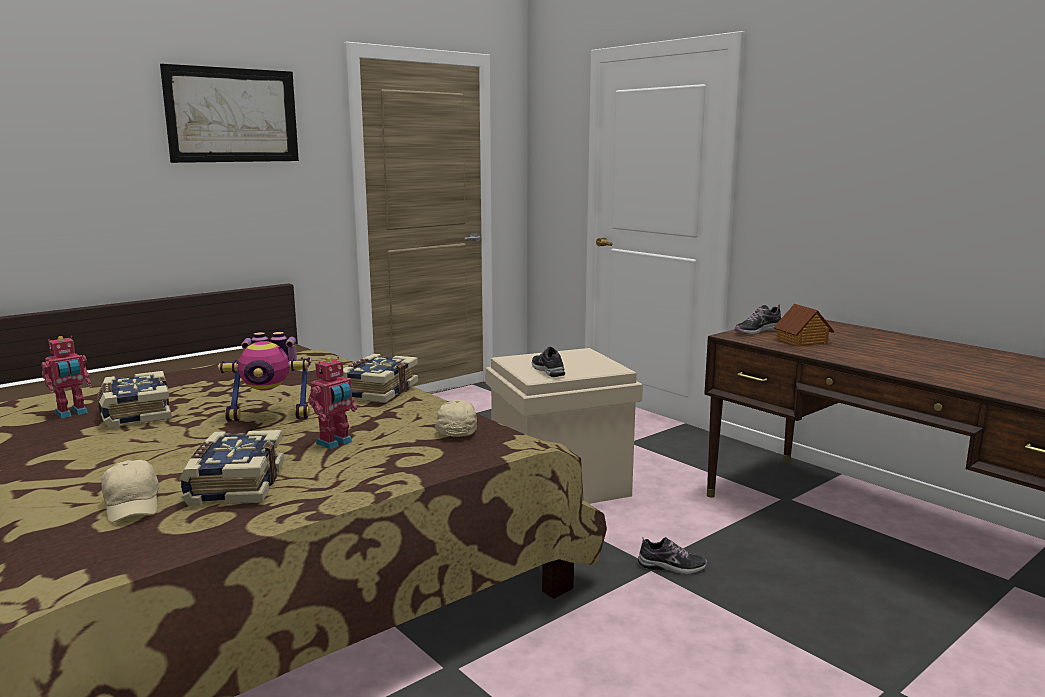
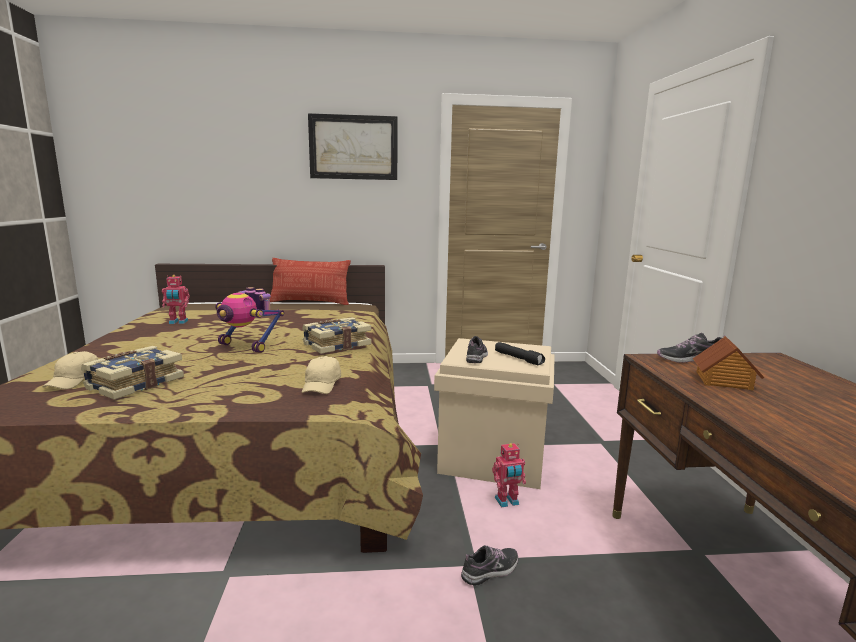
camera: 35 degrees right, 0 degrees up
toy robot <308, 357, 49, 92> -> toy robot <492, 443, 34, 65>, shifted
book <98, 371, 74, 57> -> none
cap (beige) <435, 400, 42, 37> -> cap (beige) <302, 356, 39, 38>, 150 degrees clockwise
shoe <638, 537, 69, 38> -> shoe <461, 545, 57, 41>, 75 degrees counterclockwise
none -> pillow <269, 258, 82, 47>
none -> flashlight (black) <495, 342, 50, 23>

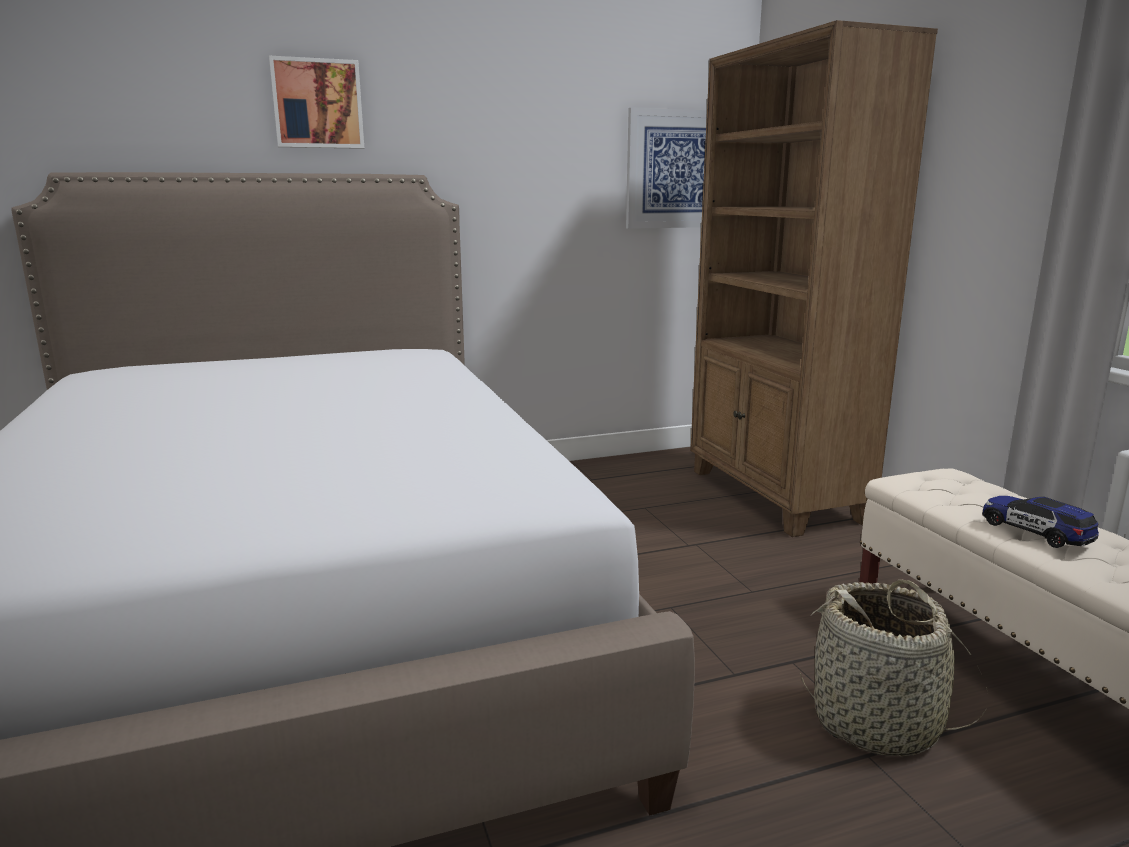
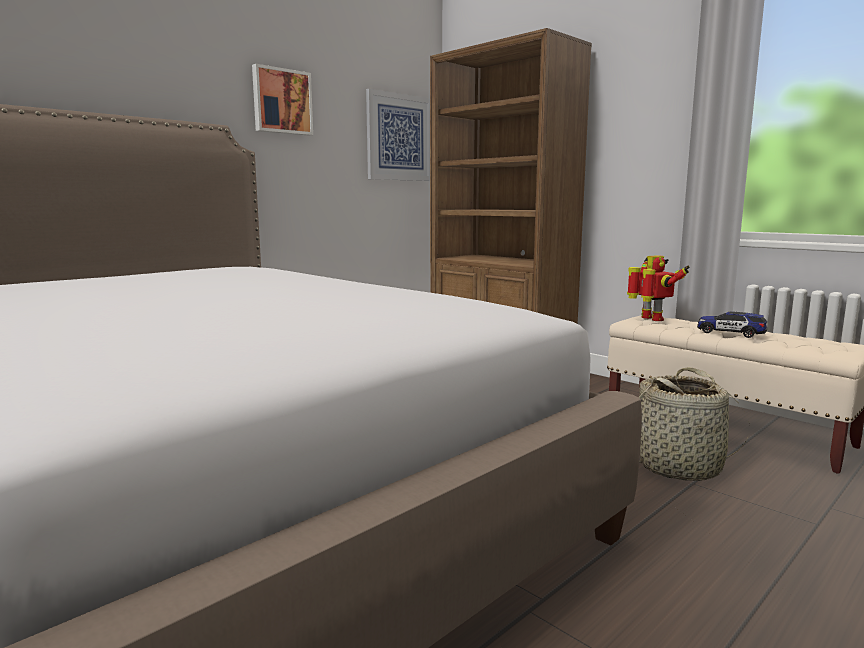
camera: 25 degrees left, 5 degrees down
picture <269, 56, 95, 93> -> picture <252, 64, 61, 72>, shifted
none -> toy robot <627, 255, 63, 66>

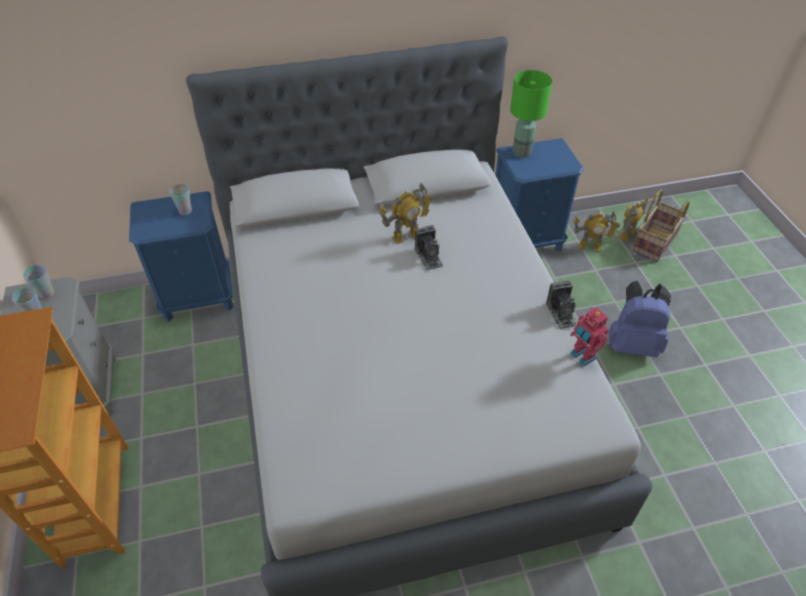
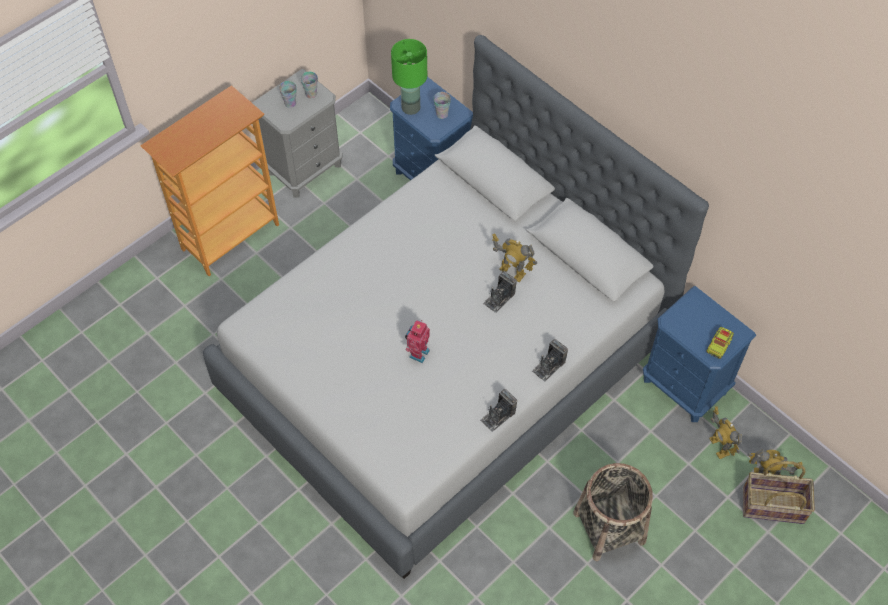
camera: 60 degrees right, 10 degrees up
table lamp (green) <510, 70, 42, 88> -> table lamp (green) <391, 39, 36, 76>, shifted
backpack (blue) <609, 281, 62, 76> -> basket <573, 463, 80, 98>
toy robot <570, 307, 39, 59> -> toy robot <405, 320, 25, 43>, shifted
none -> toy truck <707, 327, 27, 32>
none -> photo camera <532, 339, 36, 43>

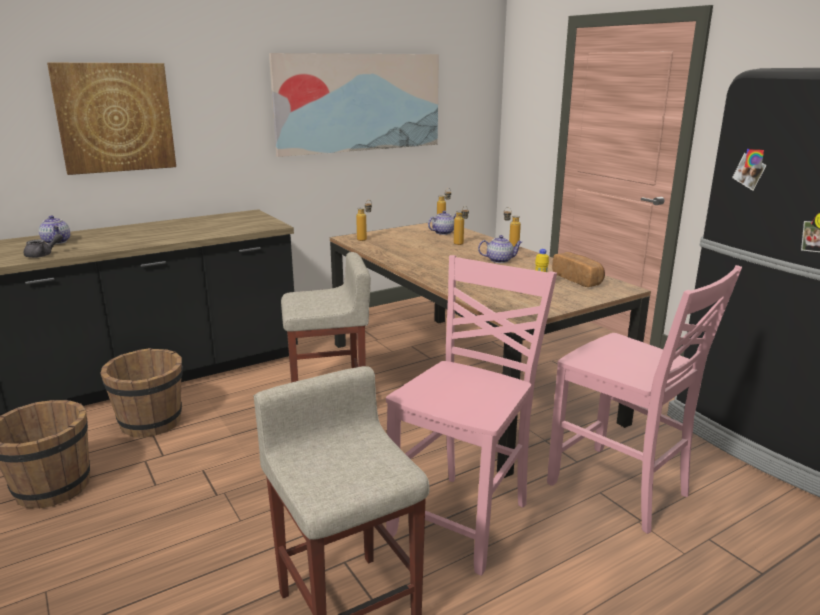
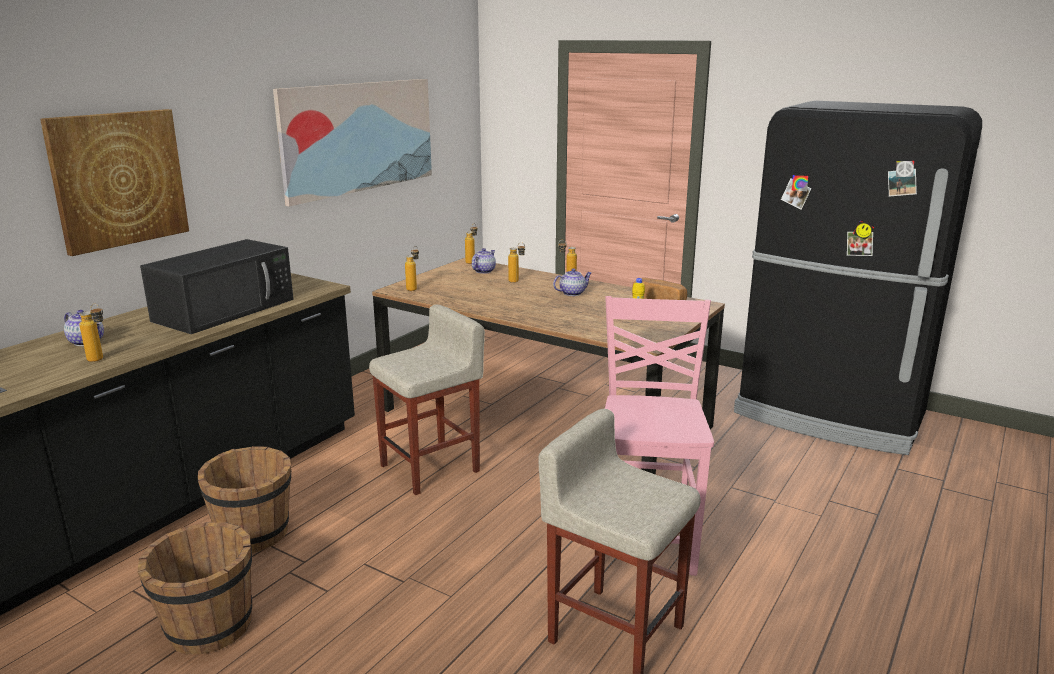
camera: 25 degrees left, 0 degrees up
teapot (grey) <24, 233, 39, 25> -> bottle <79, 304, 24, 58>
chair (pink) <547, 265, 195, 269> -> none
none -> microwave (black) <140, 239, 154, 95>

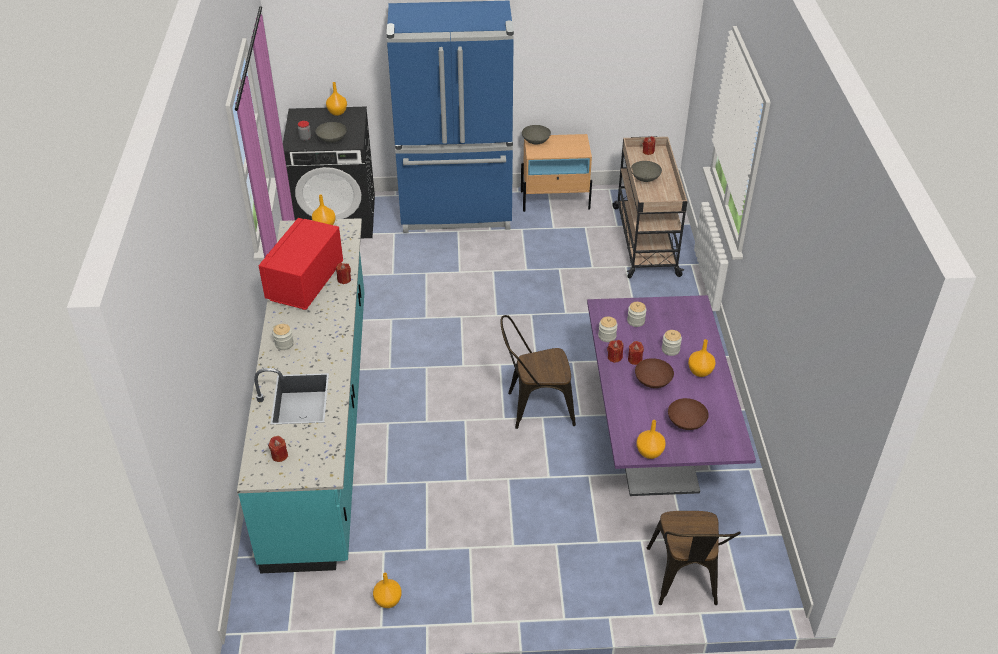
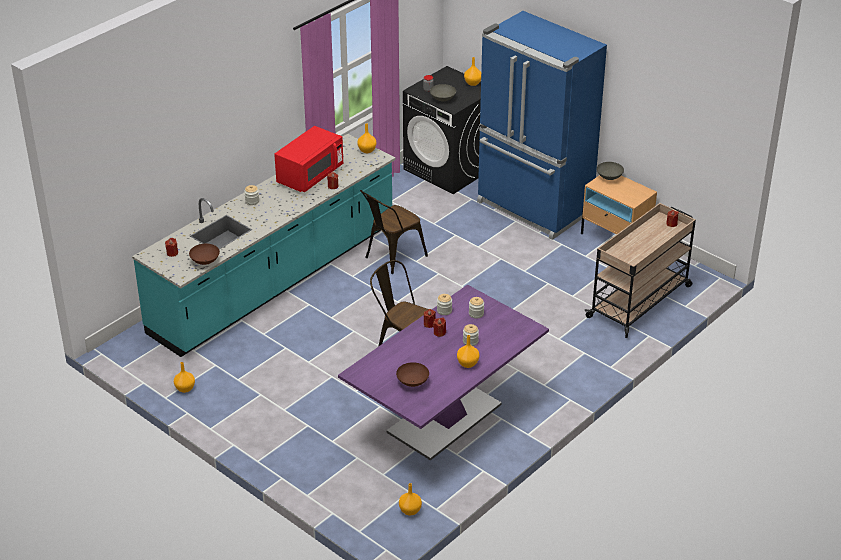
camera: 45 degrees right, 5 degrees down
bowl (grey) <631, 161, 31, 21> -> none
microwave (red) <259, 218, 84, 92> -> microwave (red) <274, 126, 69, 66>, 150 degrees clockwise
bowl (brown) <635, 358, 39, 30> -> bowl (brown) <189, 244, 31, 21>, shifted
vase (orange) <636, 420, 30, 39> -> vase (orange) <399, 483, 23, 32>, shifted
chair (brown) <647, 511, 94, 94> -> chair (brown) <360, 190, 68, 84>, shifted

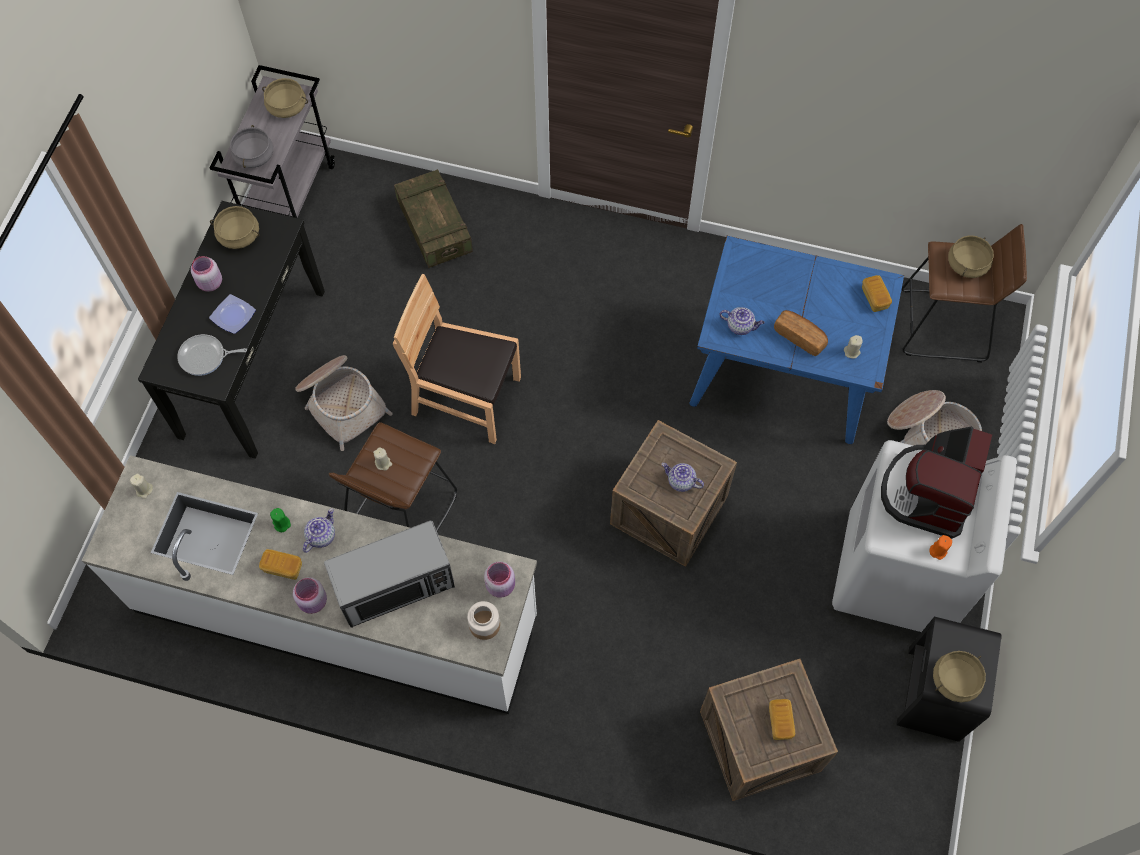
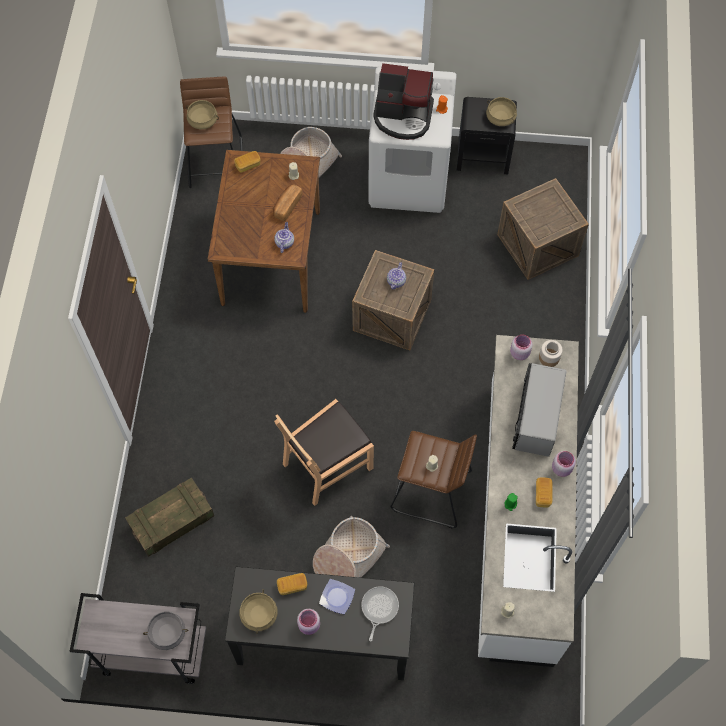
camera: 100 degrees left, 0 degrees up
cooking pot (beige) <262, 78, 46, 40> -> none
dining table (blue) <689, 236, 215, 208> -> dining table (brown) <207, 150, 113, 163>
chair (brown) <393, 274, 128, 170> -> chair (brown) <274, 399, 100, 107>, 45 degrees clockwise
frying pan <177, 334, 70, 42> -> frying pan <361, 587, 38, 54>, 150 degrees counterclockwise
teapot <303, 508, 32, 45> -> none
microwave <324, 520, 131, 108> -> microwave <512, 363, 55, 94>, 135 degrees counterclockwise
bread <769, 699, 26, 41> -> bread <277, 573, 30, 22>, shifted

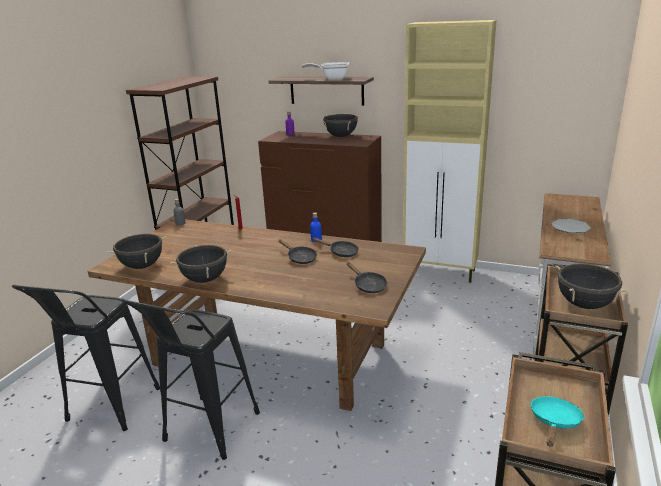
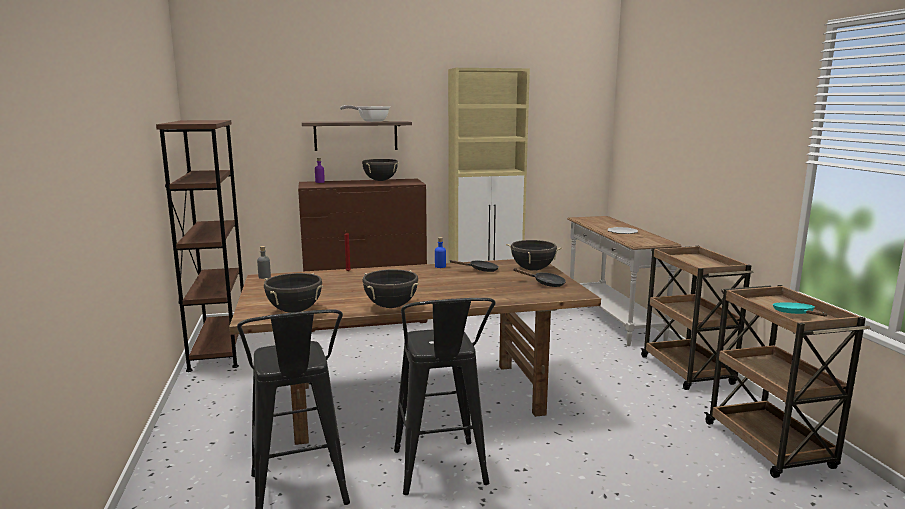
camera: 35 degrees left, 10 degrees down
frying pan (black) <279, 239, 38, 25> -> none
cooking pot (black) <555, 264, 72, 45> -> cooking pot (black) <506, 240, 56, 31>, shifted

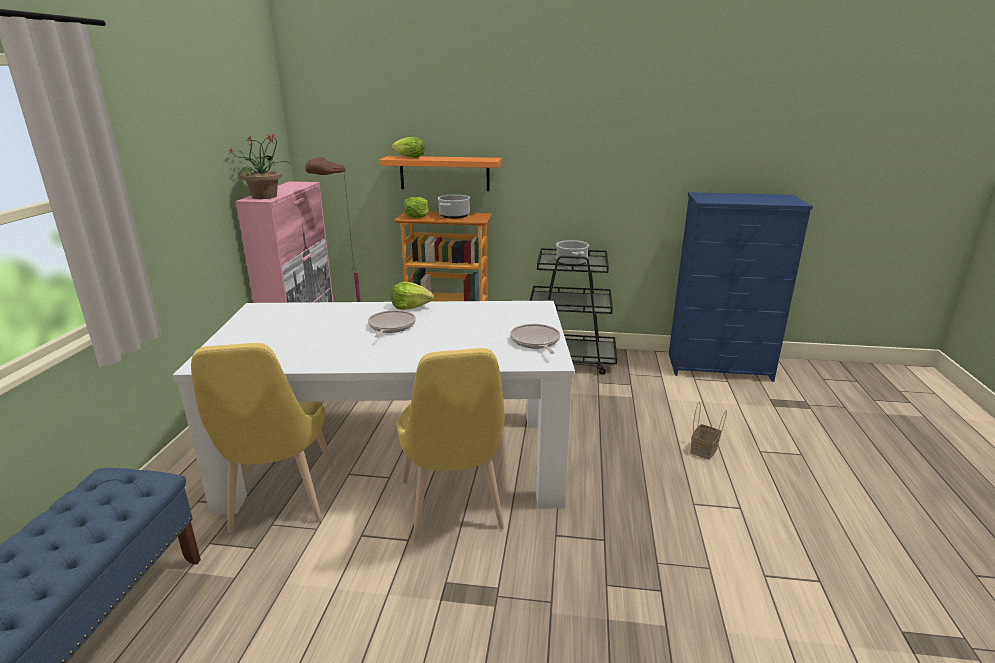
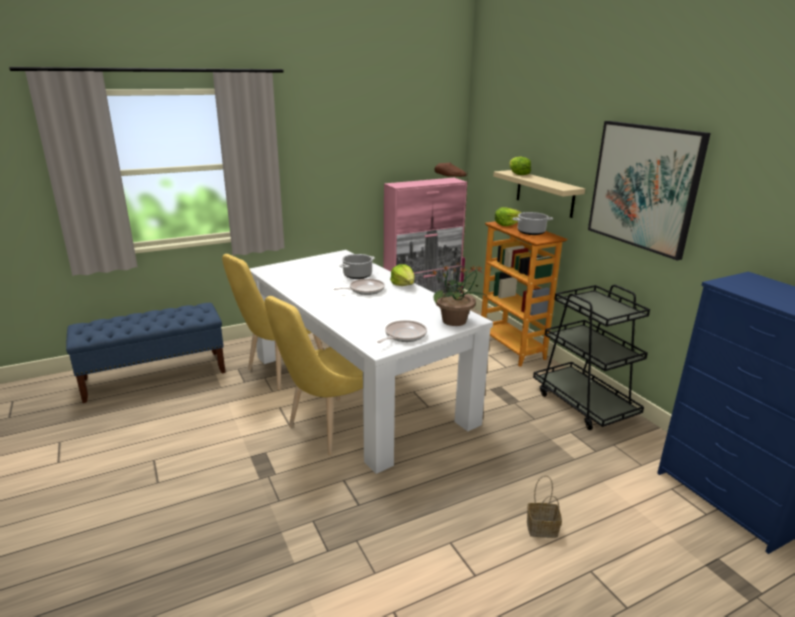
camera: 55 degrees right, 0 degrees up
potted plant <227, 133, 63, 66> -> potted plant <431, 262, 56, 64>, shifted
shelf (orange) <379, 156, 123, 35> -> shelf (beige) <493, 170, 92, 48>
cooking pot <556, 240, 33, 24> -> cooking pot <339, 254, 36, 25>, shifted
none -> picture <588, 121, 123, 139>

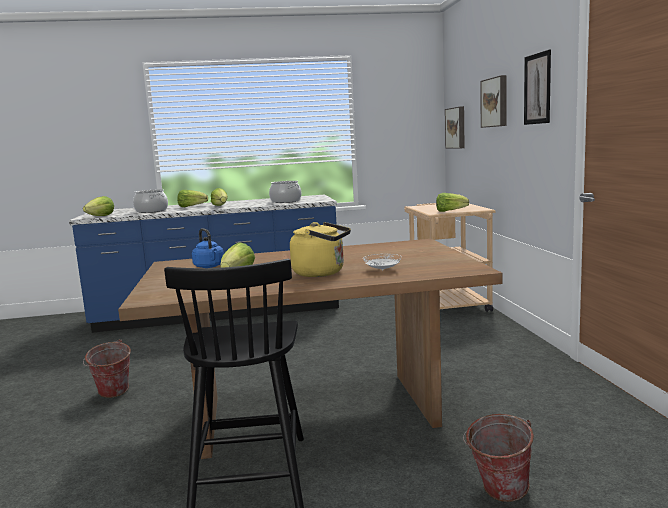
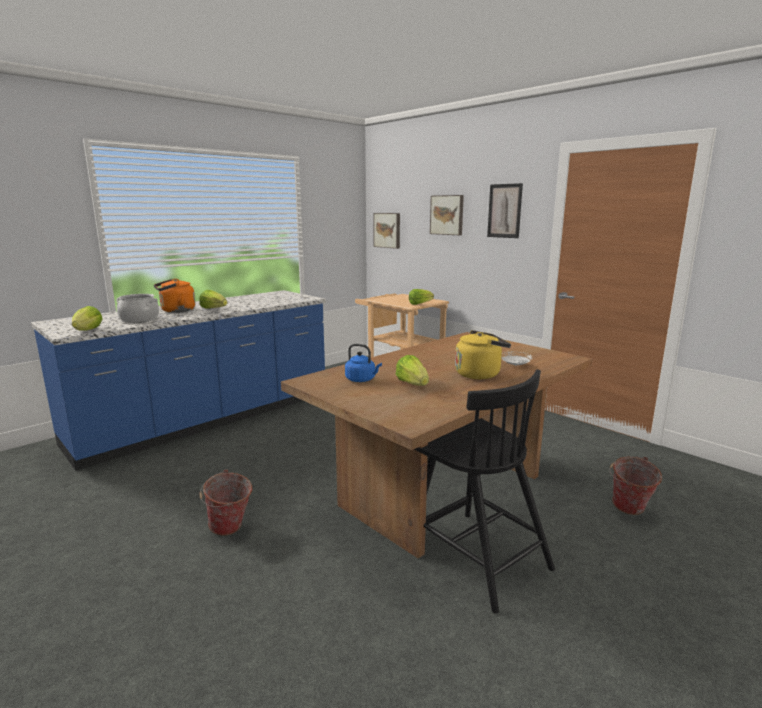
camera: 35 degrees left, 5 degrees up
cooking pot <269, 181, 32, 22> -> none
lettuce <177, 190, 31, 17> -> kettle (orange) <154, 279, 41, 34>

